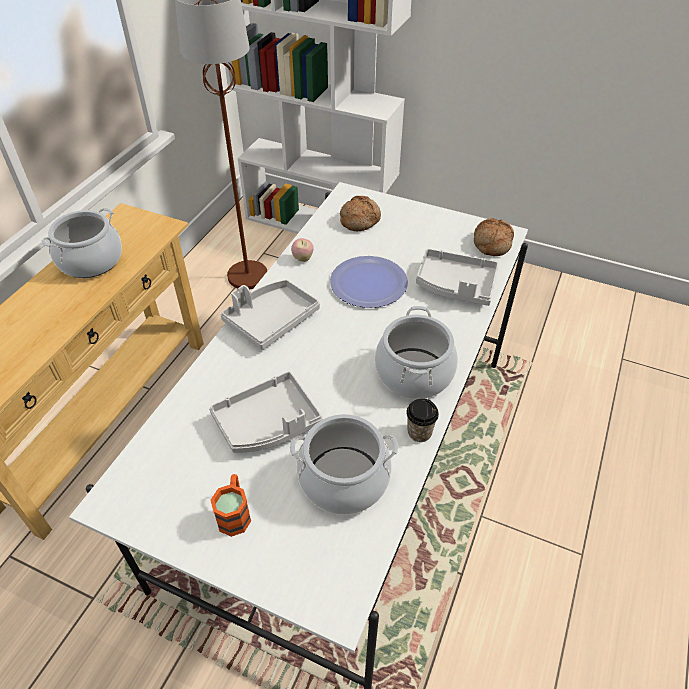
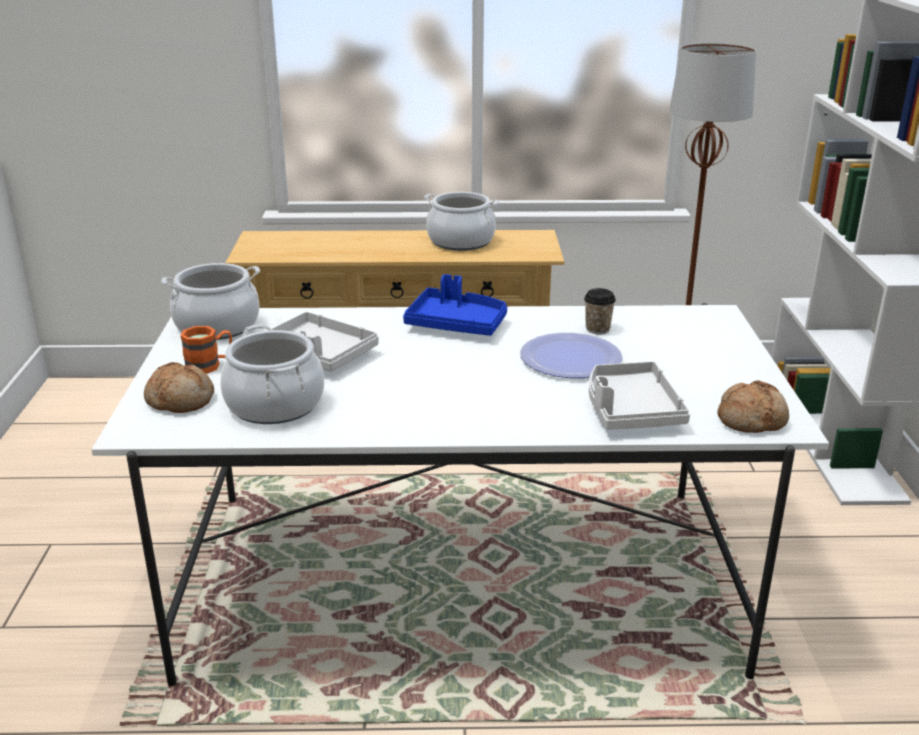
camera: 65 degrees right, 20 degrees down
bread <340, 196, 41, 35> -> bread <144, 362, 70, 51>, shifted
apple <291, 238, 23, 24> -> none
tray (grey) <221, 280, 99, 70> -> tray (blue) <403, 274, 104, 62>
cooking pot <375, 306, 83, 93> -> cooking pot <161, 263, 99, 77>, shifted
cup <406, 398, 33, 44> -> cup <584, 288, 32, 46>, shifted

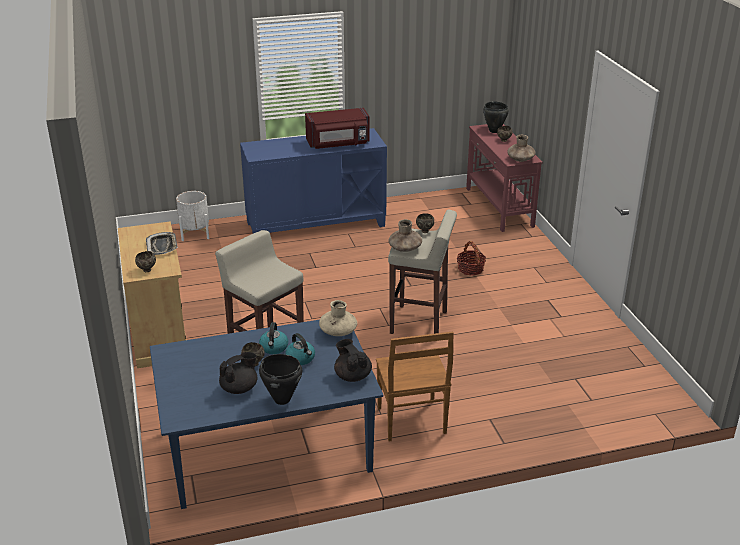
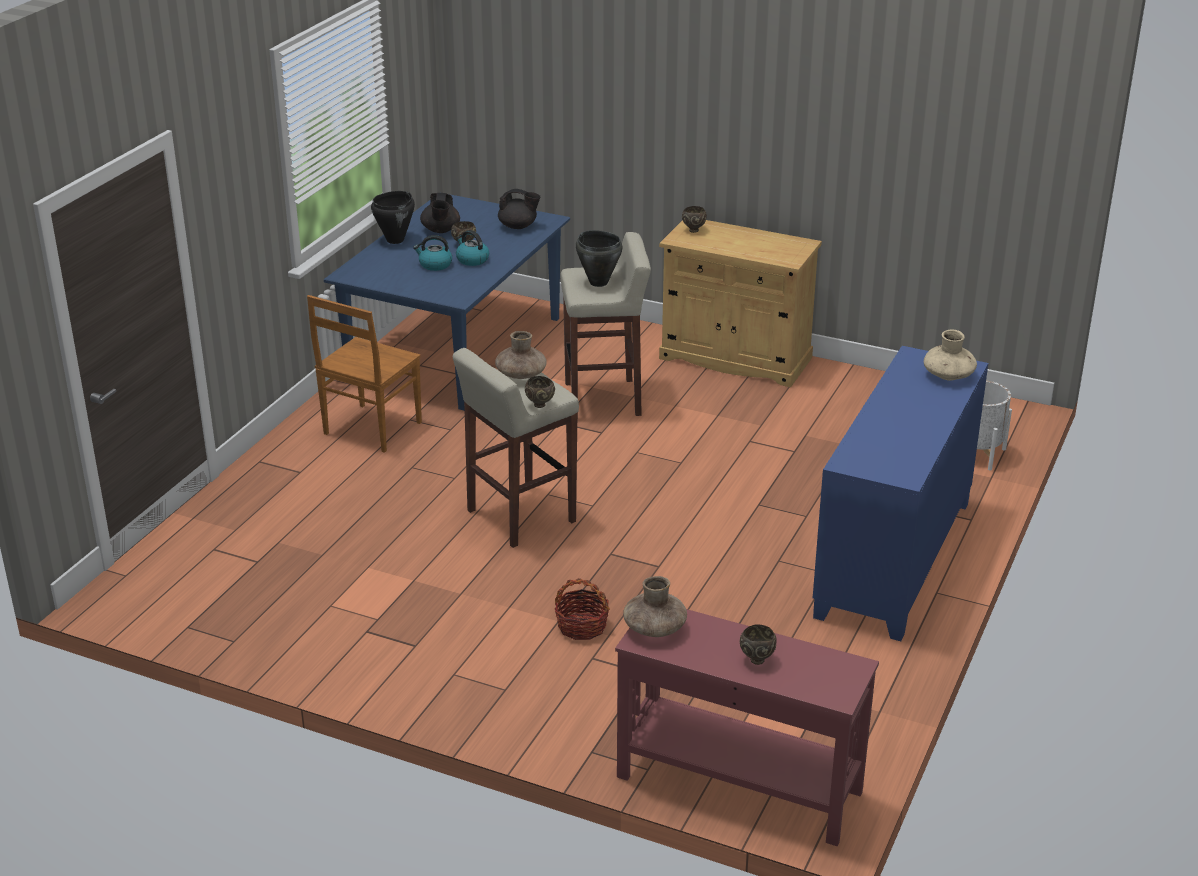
camera: 130 degrees right, 0 degrees up
cooking pot (black) <483, 101, 26, 32> -> cooking pot (black) <576, 230, 47, 57>, shifted
microwave (red) <305, 108, 64, 41> -> none
tray <146, 232, 32, 23> -> none
vase (beige) <319, 300, 38, 36> -> vase (beige) <924, 329, 53, 51>, shifted
chair (brown) <376, 331, 78, 110> -> chair (brown) <307, 295, 115, 158>, 90 degrees counterclockwise
teapot (black) <334, 339, 38, 43> -> teapot (black) <498, 189, 43, 40>, shifted

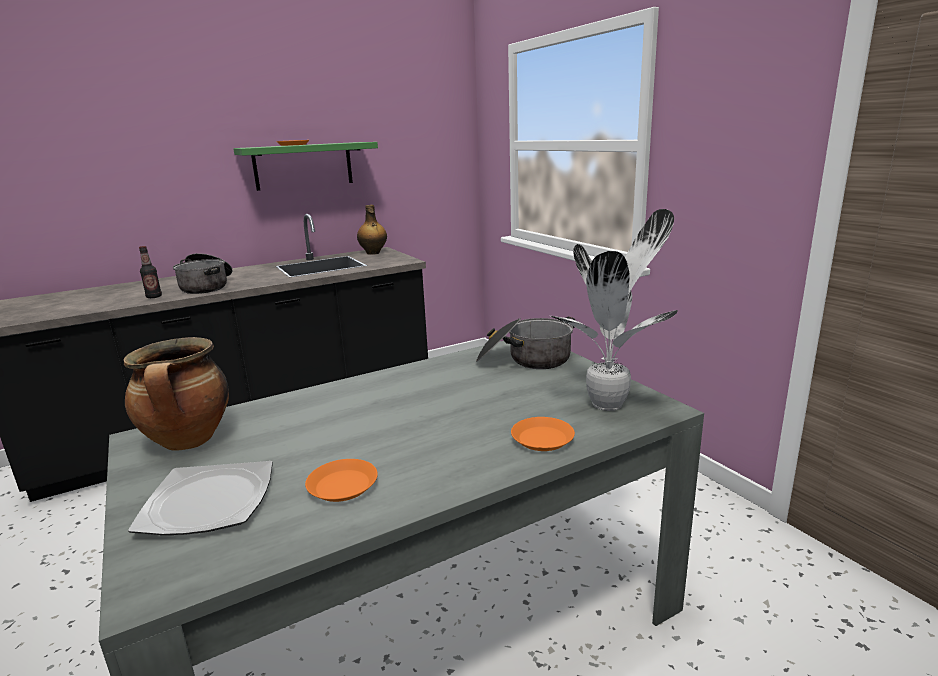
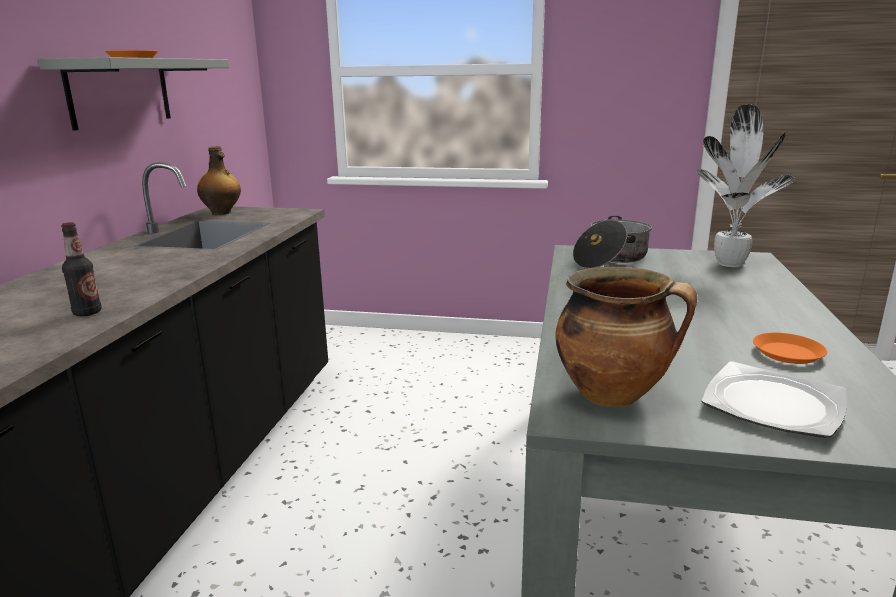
camera: 50 degrees left, 0 degrees up
shelf (green) <233, 142, 145, 49> -> shelf (grey) <38, 57, 191, 74>
cooking pot <173, 253, 60, 41> -> none
plate (orange) <511, 417, 64, 34> -> none

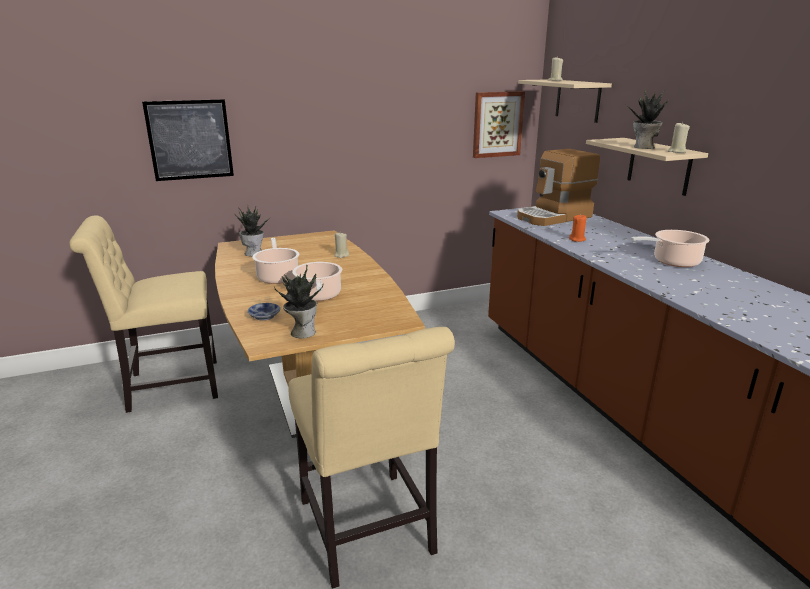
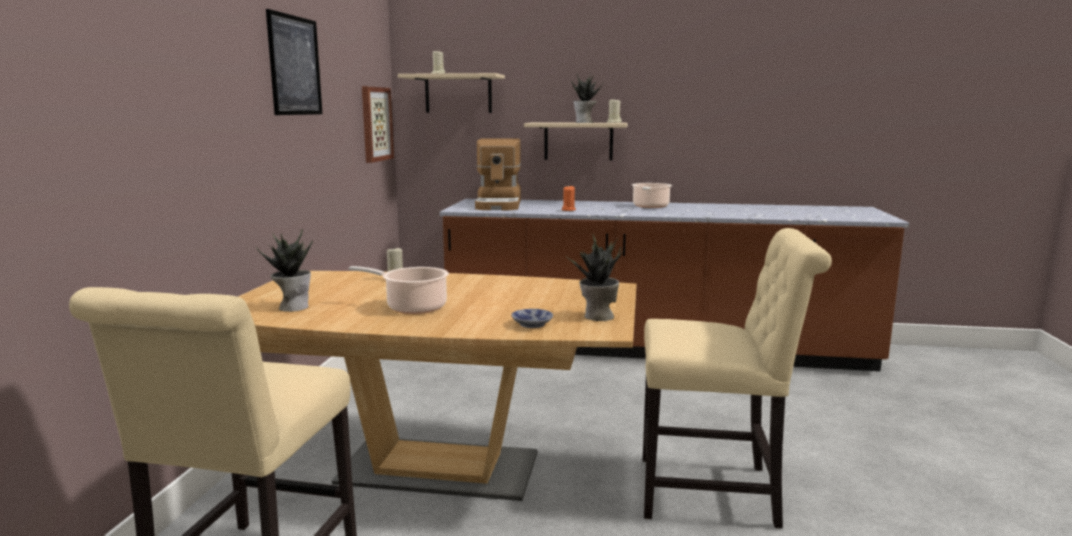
camera: 60 degrees left, 10 degrees down
picture <142, 99, 92, 82> -> picture <266, 9, 56, 106>, shifted
cooking pot <292, 262, 50, 39> -> none

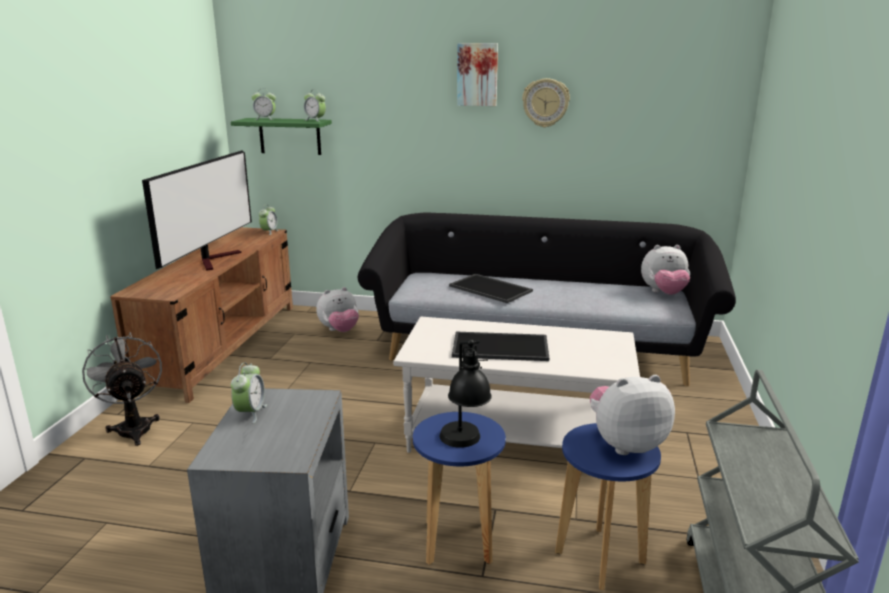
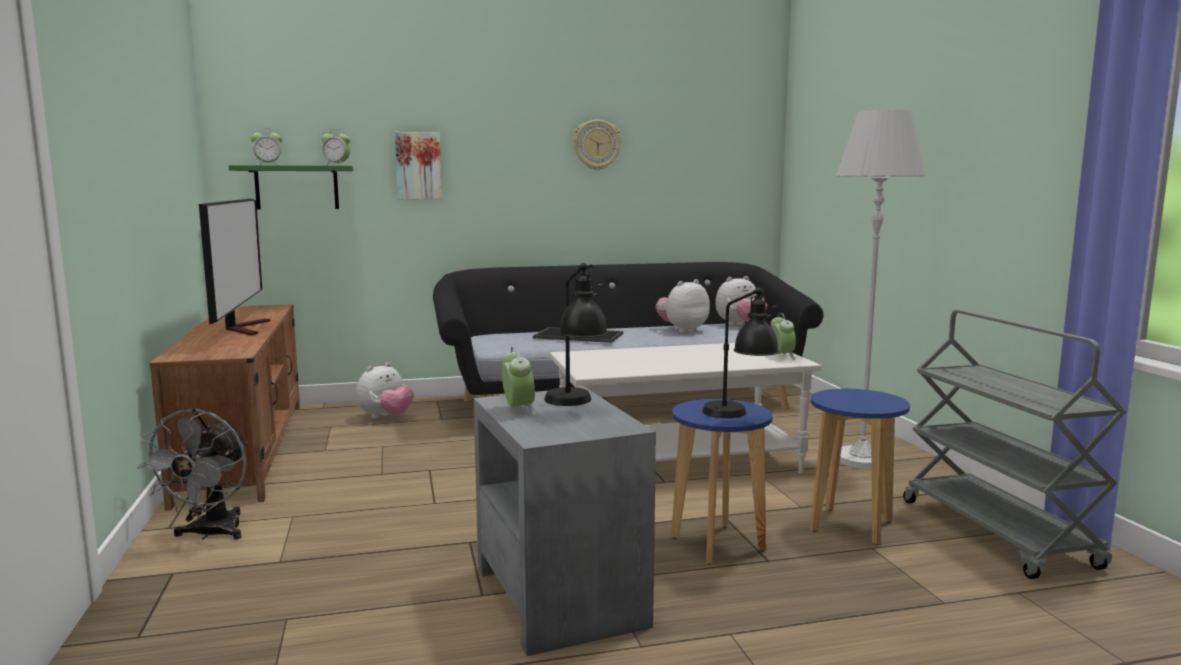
camera: 25 degrees left, 10 degrees down
picture <457, 43, 41, 63> -> picture <395, 132, 47, 67>, shifted
alarm clock <259, 204, 20, 31> -> alarm clock <771, 313, 25, 46>, shifted
fan (grey) <82, 332, 80, 114> -> fan (grey) <137, 408, 111, 132>, 120 degrees counterclockwise
tray <452, 332, 97, 29> -> none
plush toy <590, 375, 85, 80> -> plush toy <655, 279, 55, 54>, shifted
none -> floor lamp (white) <836, 110, 90, 359>
none -> table lamp (black) <544, 263, 64, 143>

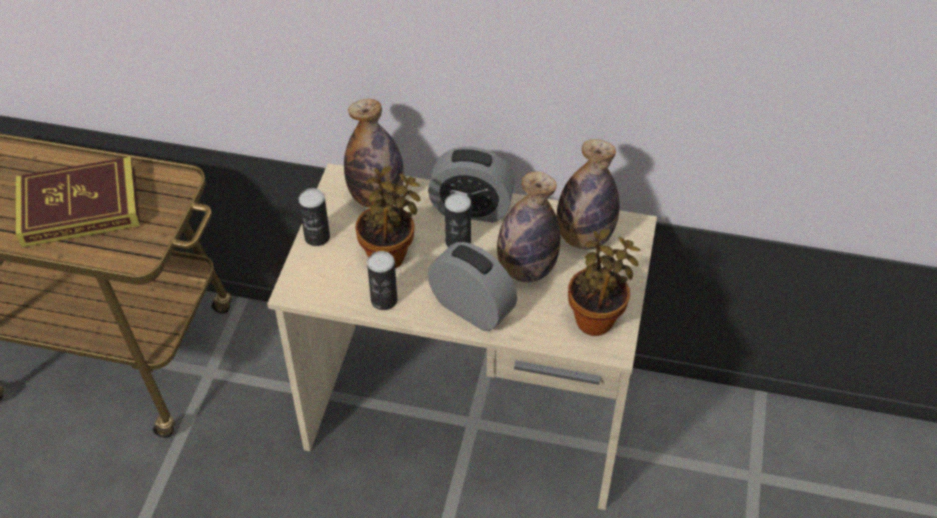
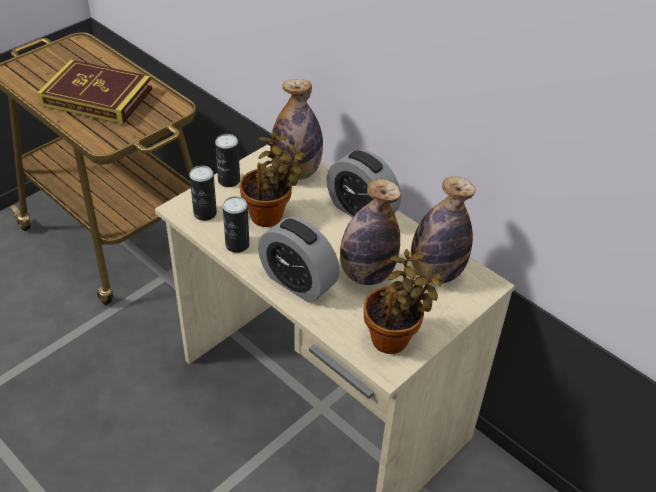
camera: 30 degrees right, 5 degrees down
can <445, 193, 26, 54> -> can <189, 166, 28, 55>, shifted
alarm clock <428, 242, 89, 89> -> alarm clock <258, 217, 82, 85>, 150 degrees clockwise

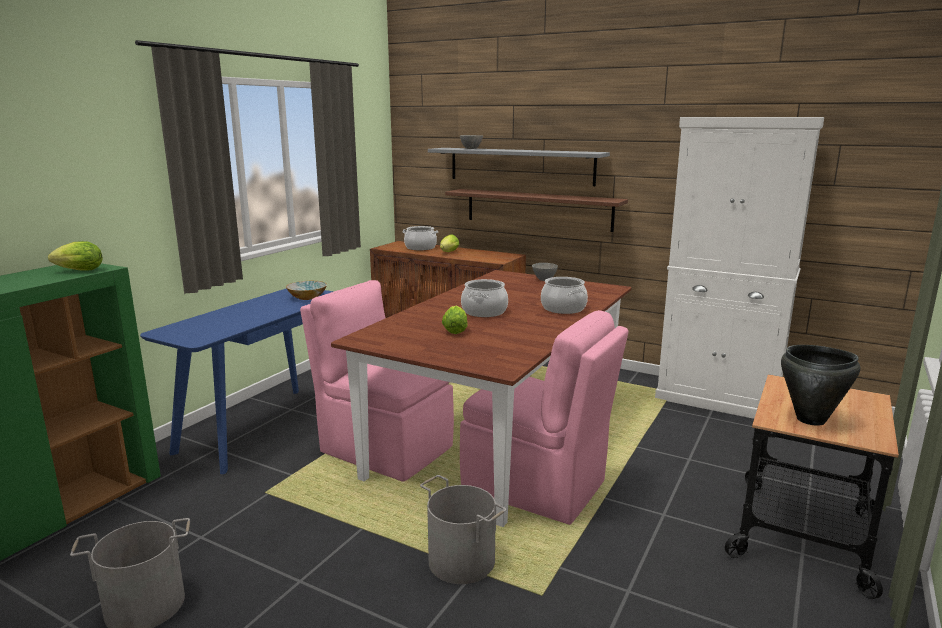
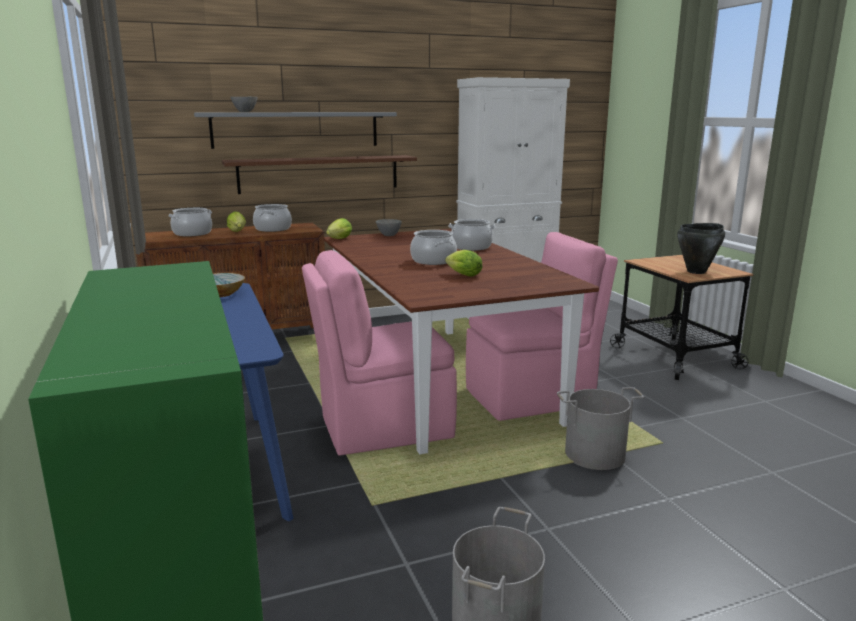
camera: 50 degrees left, 0 degrees up
lettuce <48, 241, 55, 30> -> lettuce <326, 218, 26, 21>, shifted
none -> cooking pot <253, 204, 39, 28>

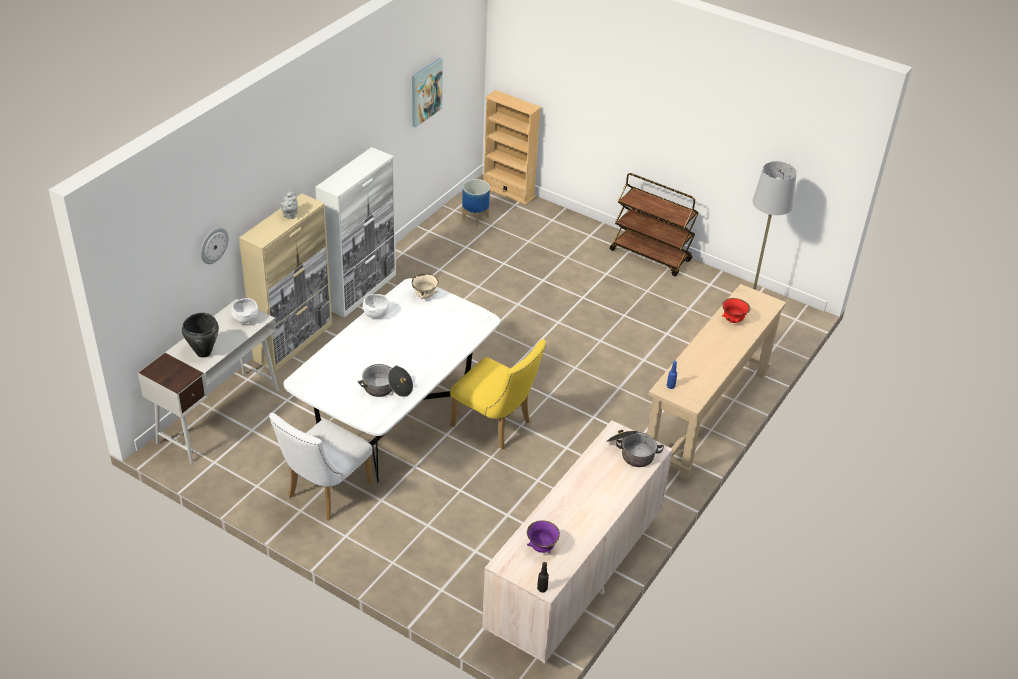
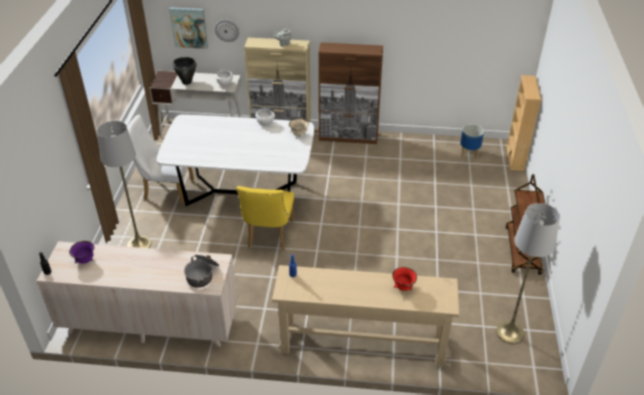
camera: 65 degrees right, 0 degrees up
picture <412, 58, 31, 69> -> picture <169, 7, 39, 42>, shifted
cabinet (white) <315, 147, 81, 171> -> cabinet (brown) <318, 42, 65, 102>
cooking pot <358, 364, 55, 33> -> none
none -> floor lamp (grey) <97, 121, 54, 127>

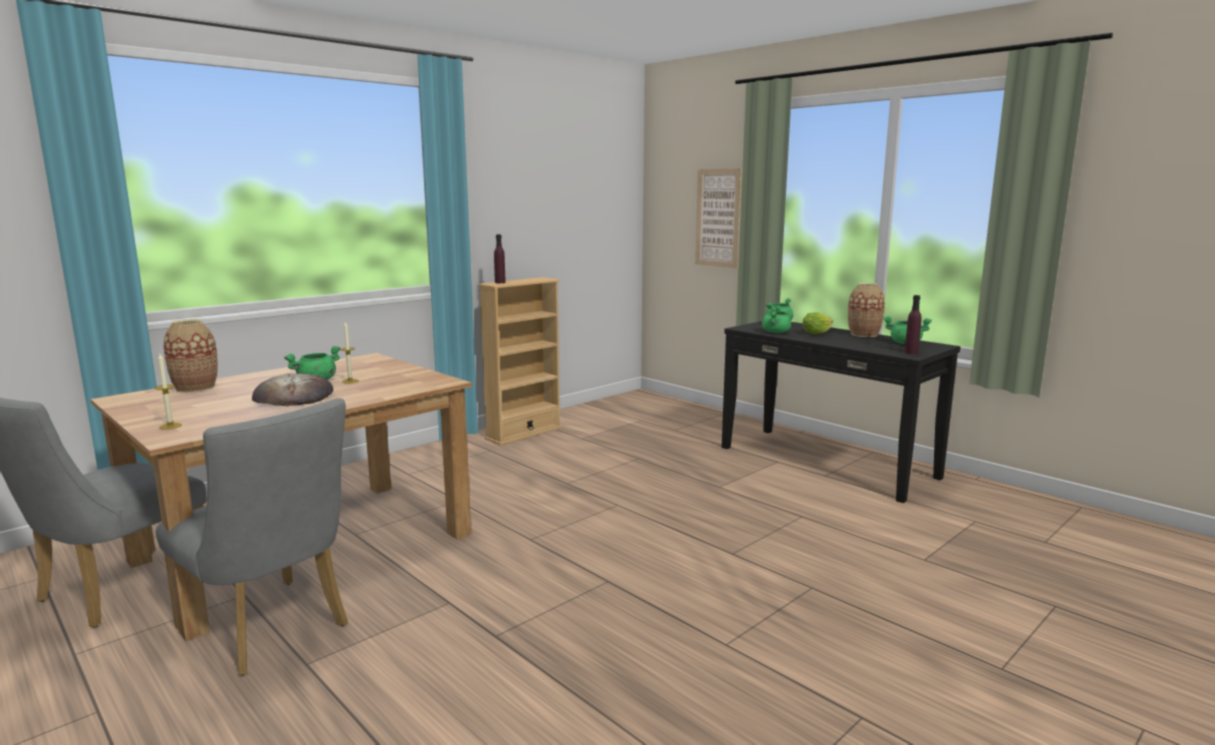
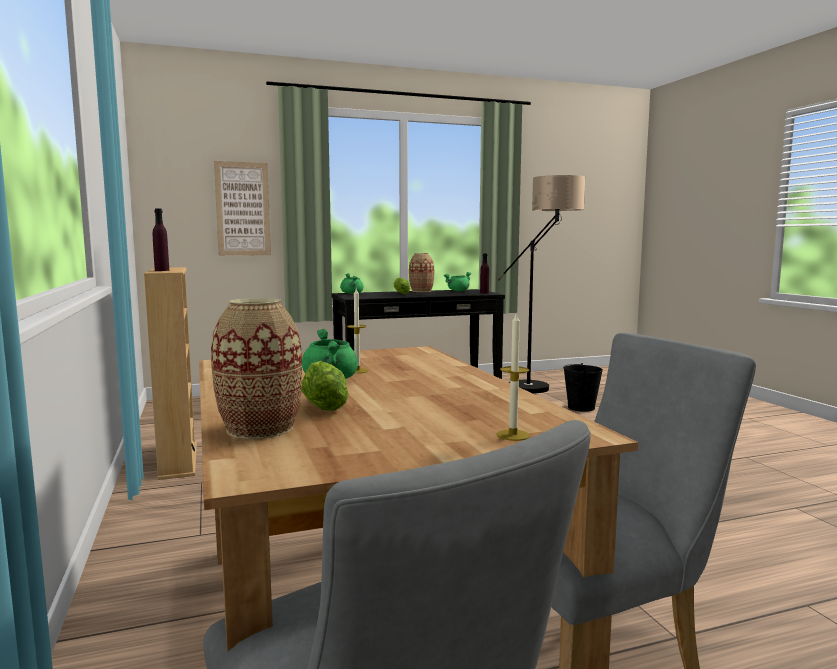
camera: 65 degrees left, 5 degrees down
cooking pot (green) <762, 305, 29, 28> -> none
bread <252, 373, 81, 33> -> none
none -> floor lamp <498, 175, 87, 218>
none -> lettuce <301, 361, 48, 50>
none -> bucket (black) <563, 363, 40, 49>

